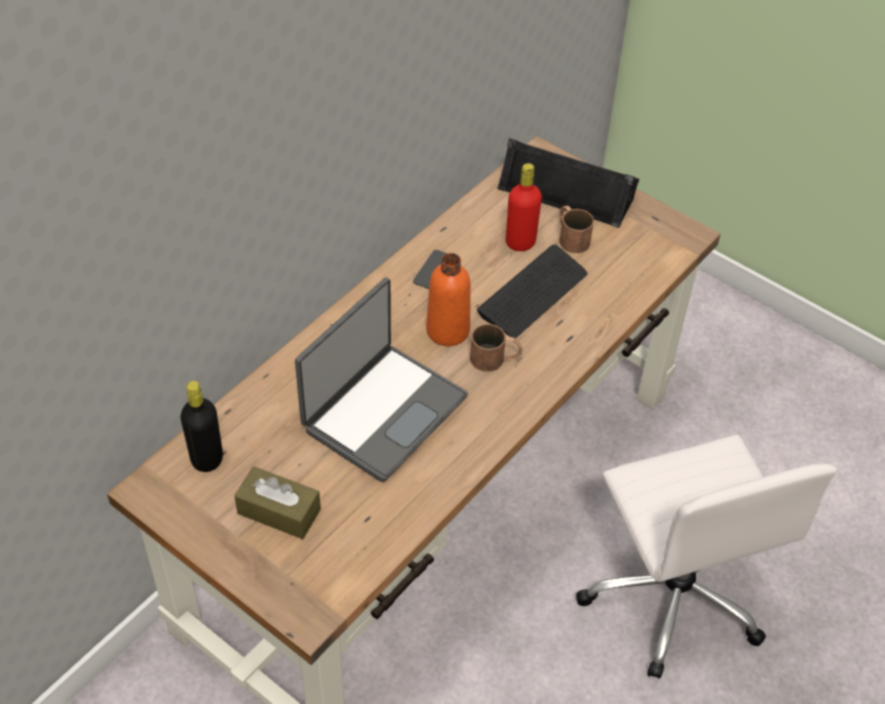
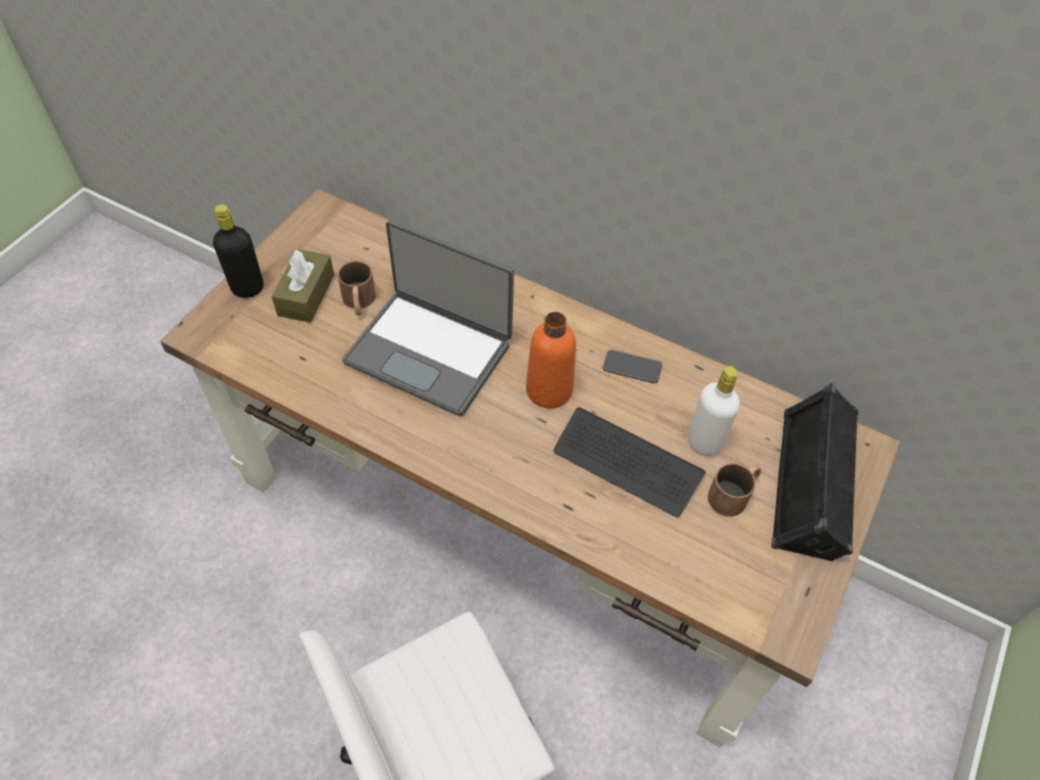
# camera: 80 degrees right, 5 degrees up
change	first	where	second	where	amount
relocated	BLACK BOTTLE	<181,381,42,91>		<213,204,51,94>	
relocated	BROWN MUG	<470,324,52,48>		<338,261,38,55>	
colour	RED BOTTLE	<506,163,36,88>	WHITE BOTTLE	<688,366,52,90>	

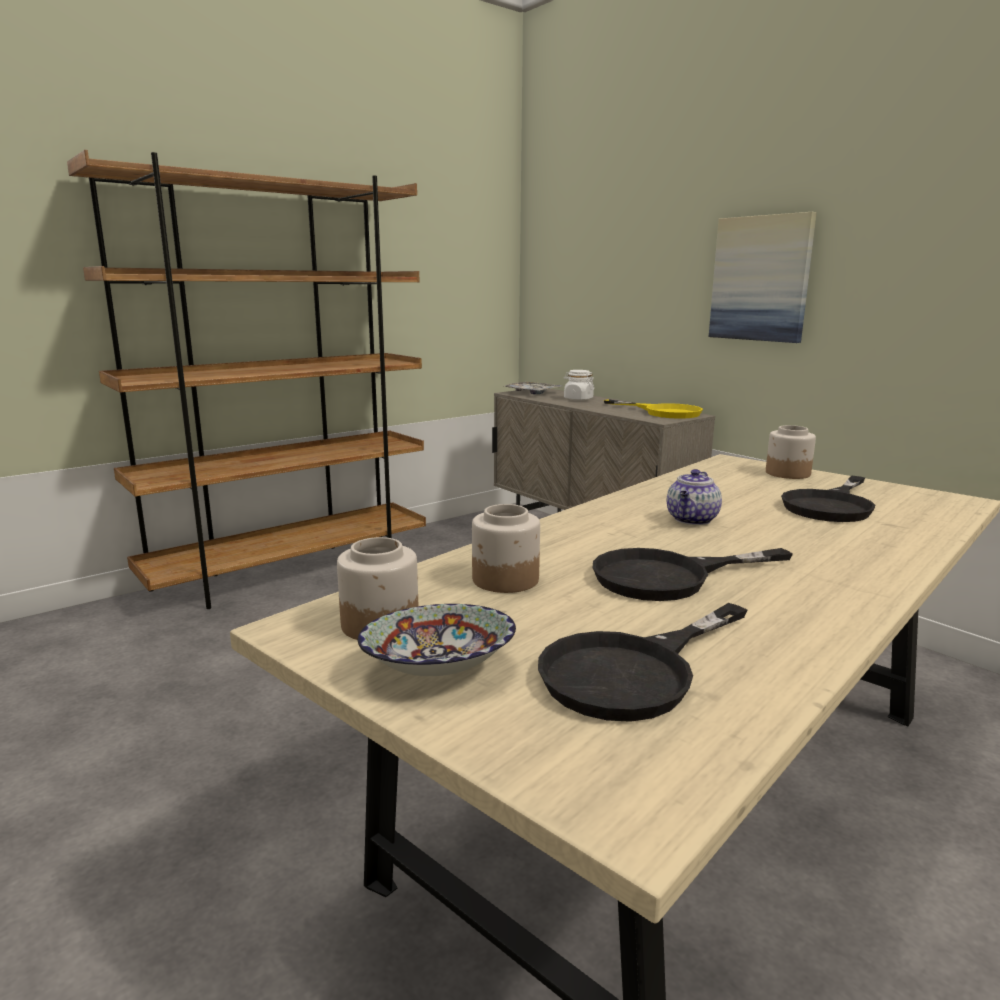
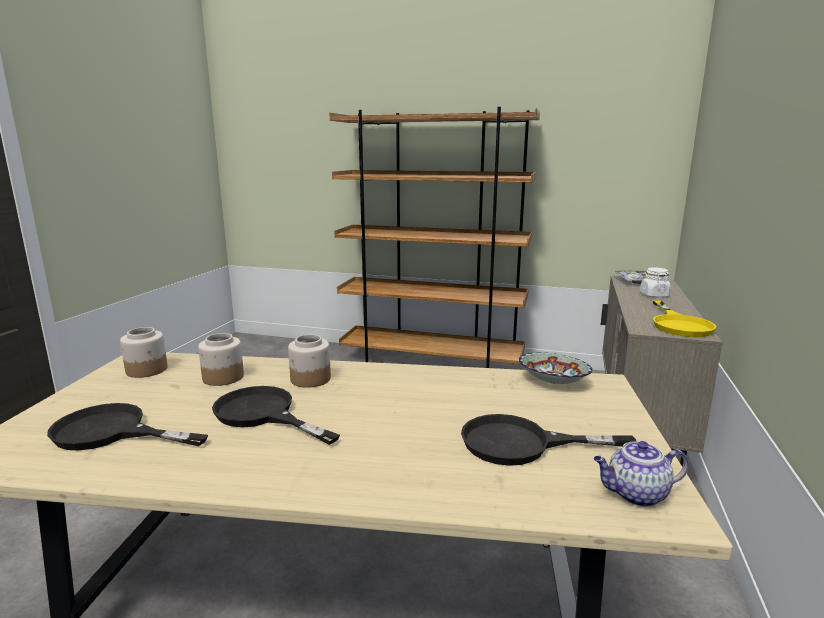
# camera: 55 degrees right, 0 degrees up
change	first	where	second	where	amount
relocated	BOWL	<358,604,158,72>		<519,352,73,32>	
relocated	TEAPOT	<667,469,55,56>		<594,441,95,66>	
missing	PICTURE	<709,212,108,131>			
relocated	JAR	<766,425,50,54>		<288,334,43,54>	

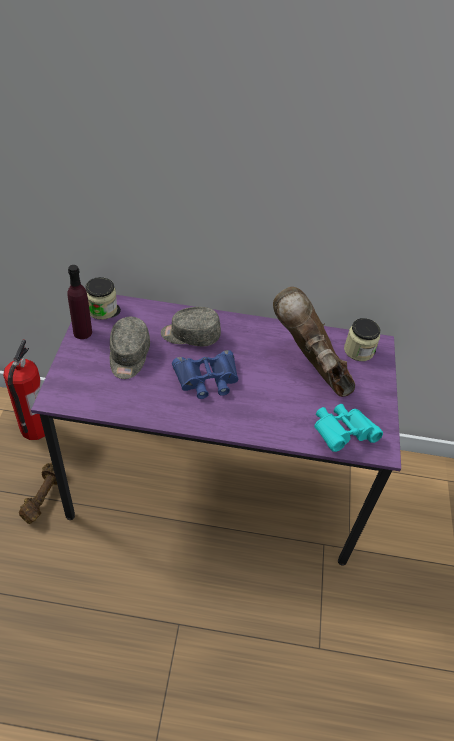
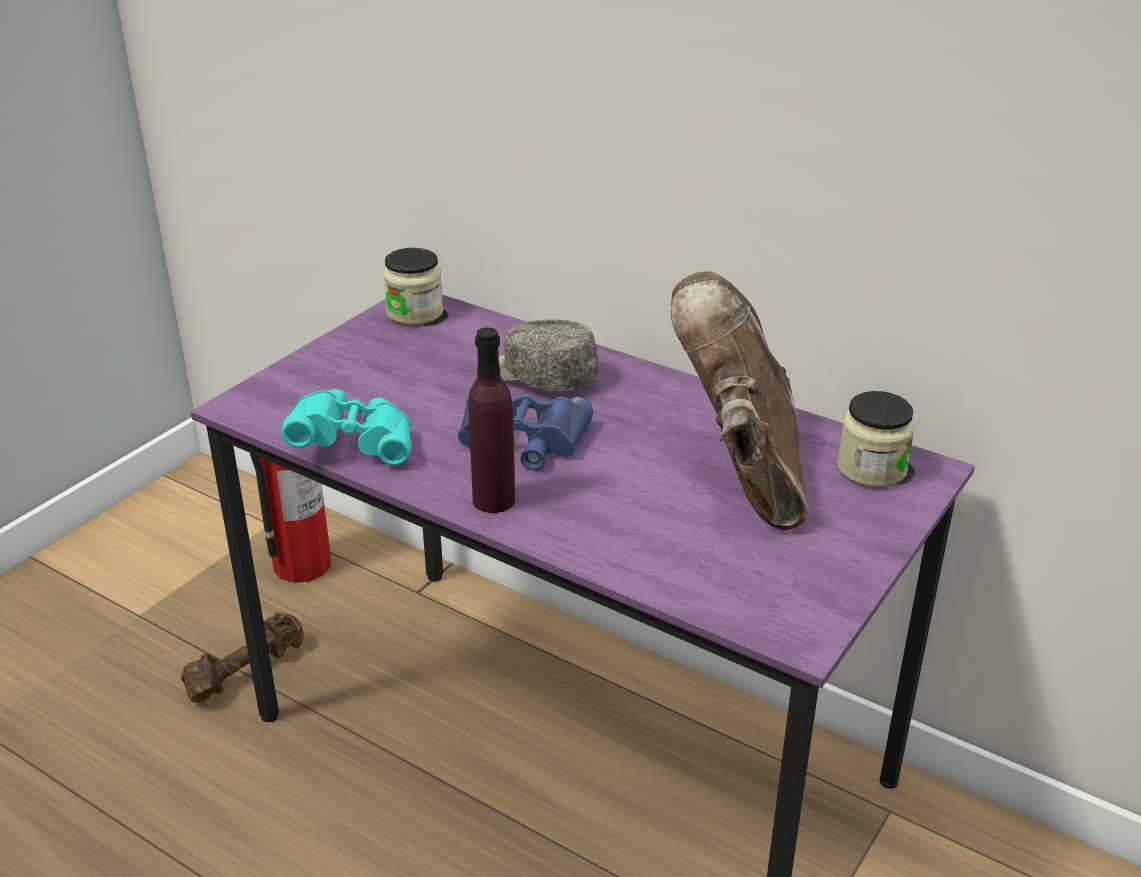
# camera: 30 degrees right, 15 degrees down
change	first	where	second	where	amount
relocated	PURPLE BOTTLE	<68,265,24,74>		<468,327,47,186>	
missing	GREY CAP	<110,317,40,62>			
relocated	TURQUOISE BINOCULARS	<314,404,69,48>		<281,389,131,77>	

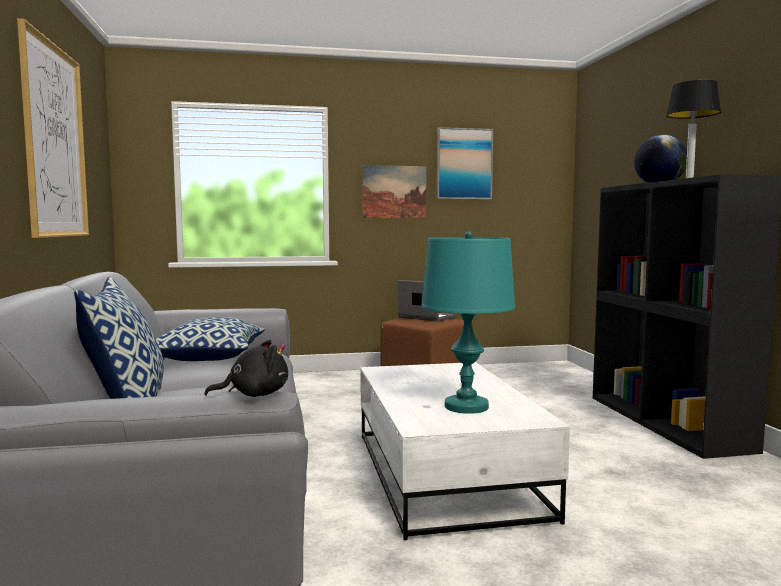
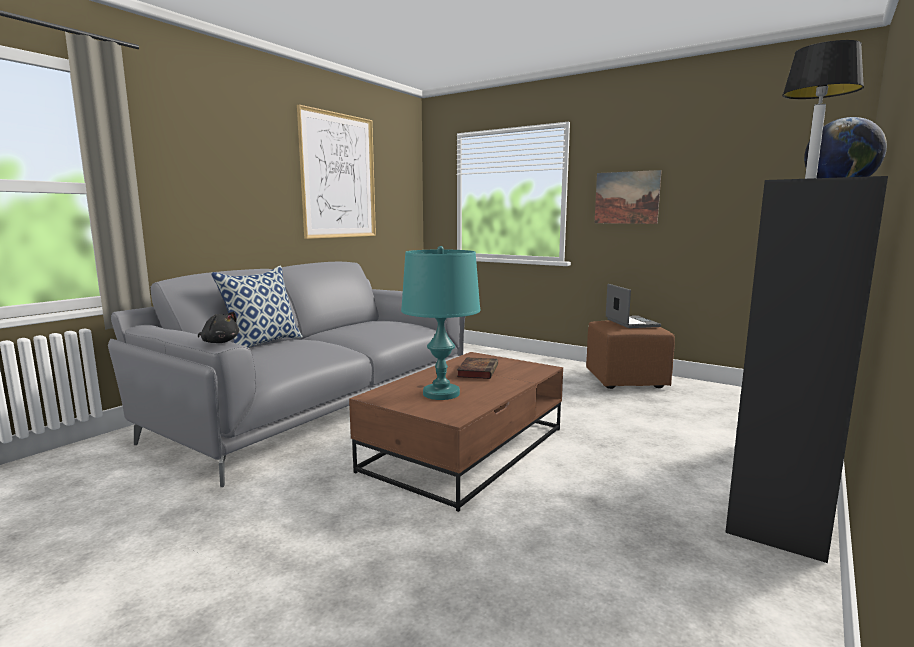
# camera: 45 degrees right, 5 degrees up
change	first	where	second	where	amount
missing	PILLOW	<156,317,109,44>			
colour	WHITE COFFEE TABLE	<360,362,210,178>	BROWN COFFEE TABLE	<349,352,214,160>	
missing	PICTURE	<437,127,56,72>			
appeared			BOOK	<457,358,41,21>	

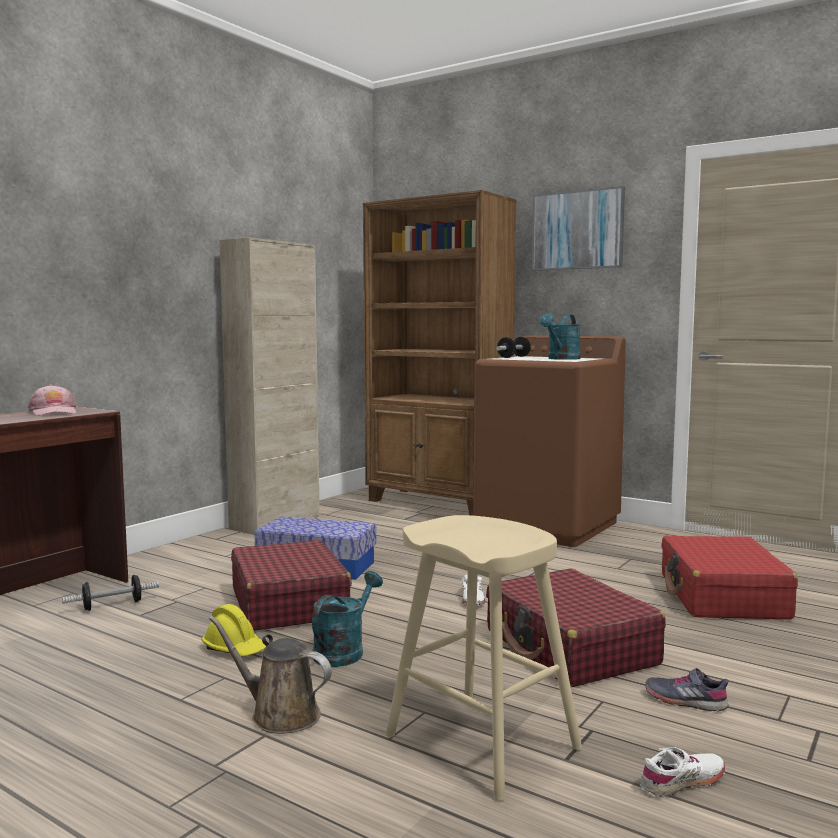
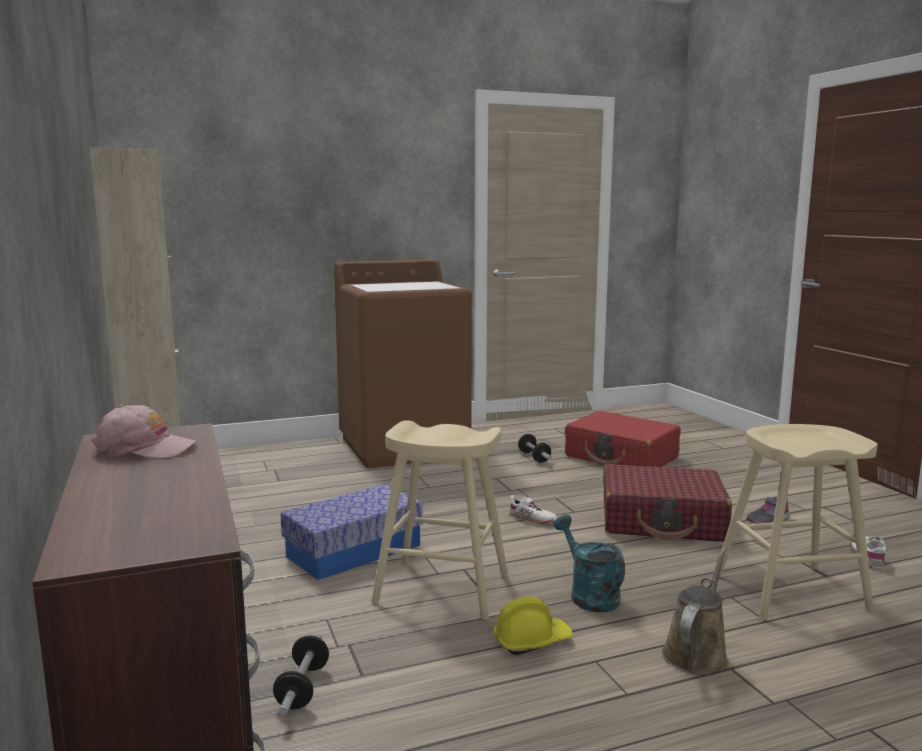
# camera: 55 degrees left, 5 degrees up
change	first	where	second	where	amount
spun	BROWN WATERING CAN	<209,616,123,118>		<662,548,67,127>	150 degrees clockwise
exchanged	RED SUITCASE	<231,540,121,91>	BEIGE STOOL	<371,420,137,200>	
missing	BROWN BOOKCASE	<363,190,154,326>			
relocated	DUMBBELL	<496,337,35,21>		<518,434,34,29>	
missing	PICTURE	<532,186,93,85>			
missing	TURQUOISE WATERING CAN	<540,313,40,47>			

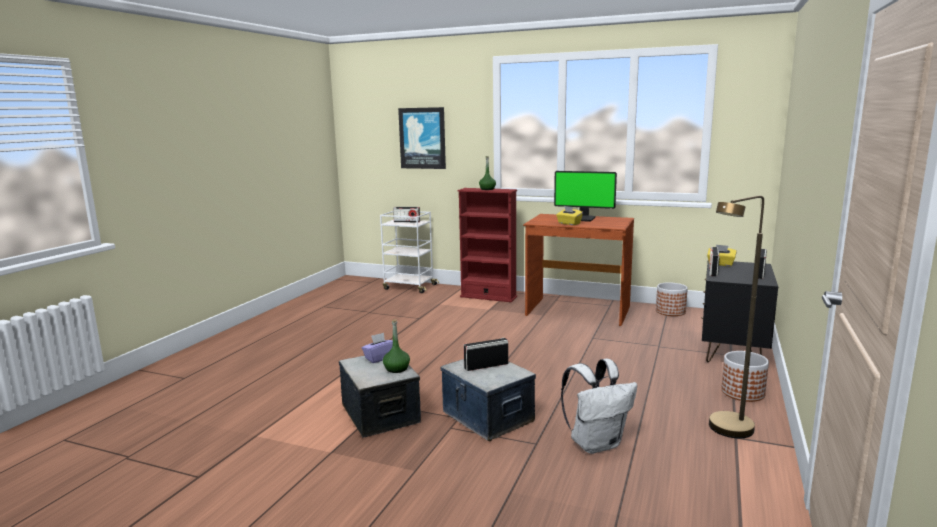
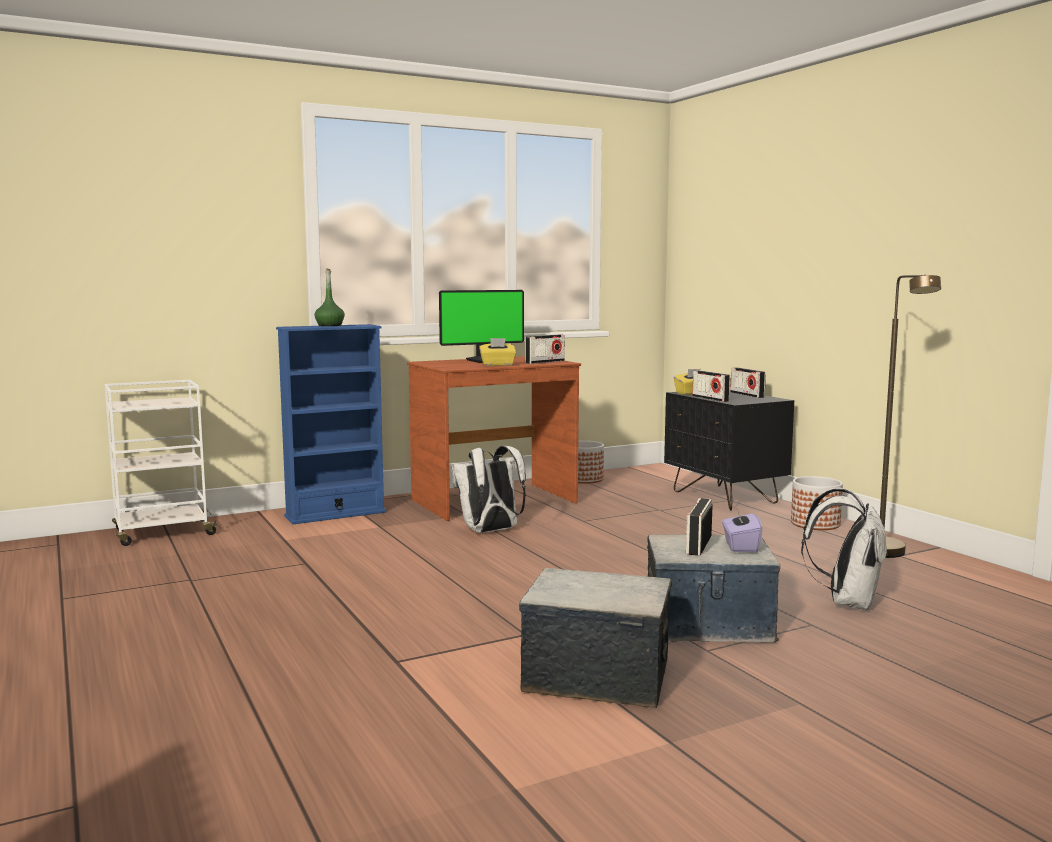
# camera: 50 degrees left, 5 degrees down
change	first	where	second	where	amount
relocated	PURPLE TISSUE BOX	<362,333,31,30>		<722,509,40,43>	
missing	GREEN BOTTLE	<383,319,27,54>			
relocated	RADIO	<393,207,27,15>		<525,335,40,29>	
missing	PICTURE	<398,107,48,62>			
colour	RED BOOKCASE	<457,188,60,114>	BLUE BOOKCASE	<276,324,110,200>	
appeared			WHITE BACKPACK	<451,446,75,87>	

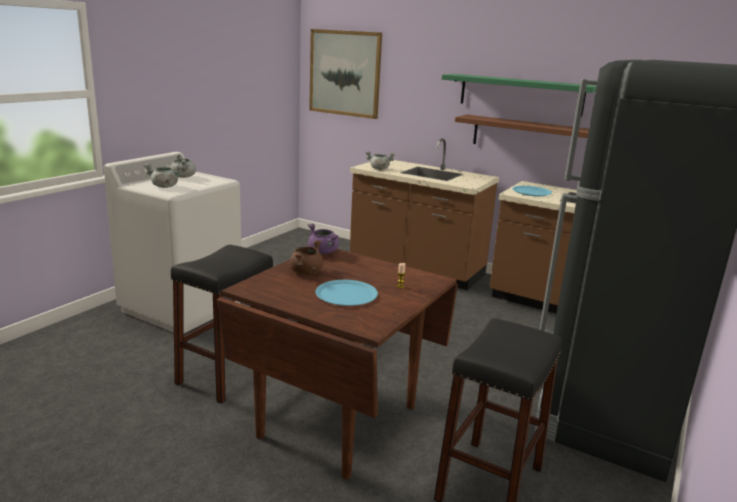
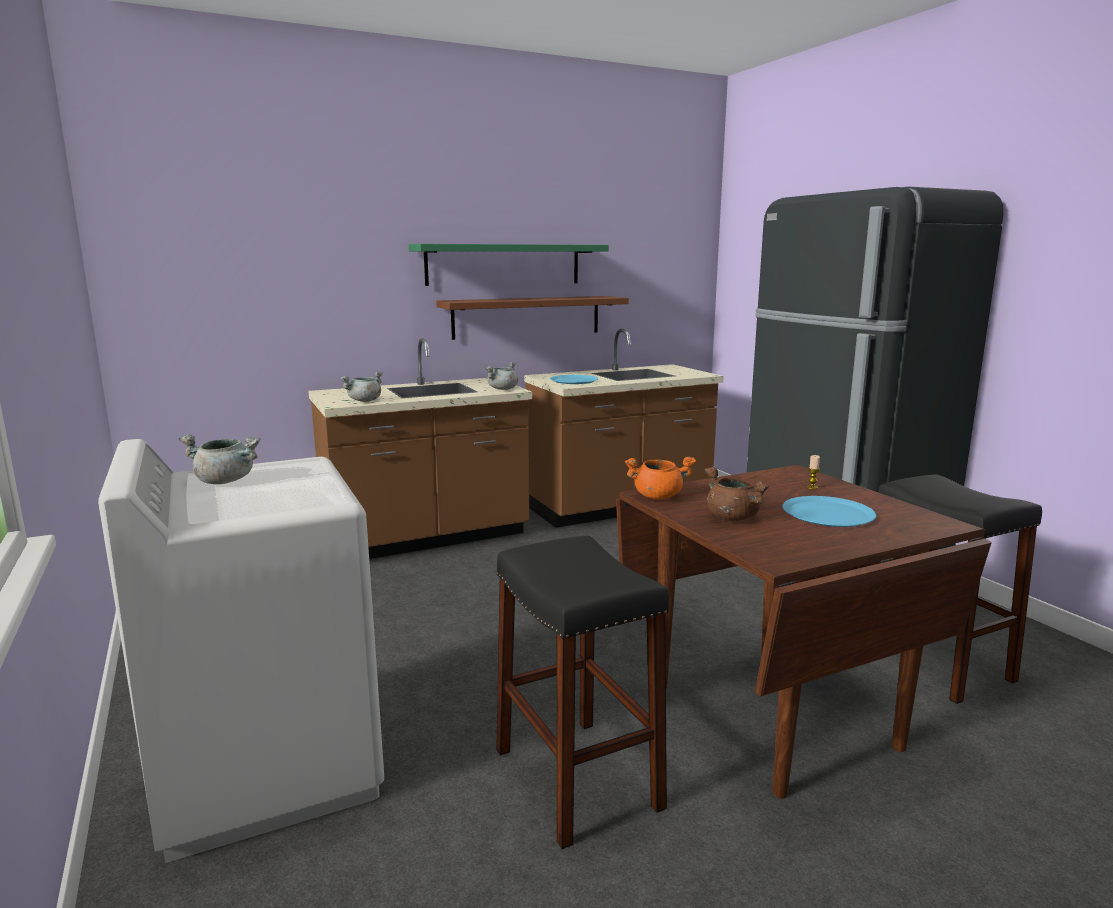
# camera: 55 degrees left, 5 degrees down
change	first	where	second	where	amount
relocated	GREY COOKING POT	<144,164,40,24>		<486,362,32,28>	
colour	PURPLE COOKING POT	<307,223,32,31>	ORANGE COOKING POT	<625,457,71,42>	
missing	PICTURE	<309,29,73,90>			

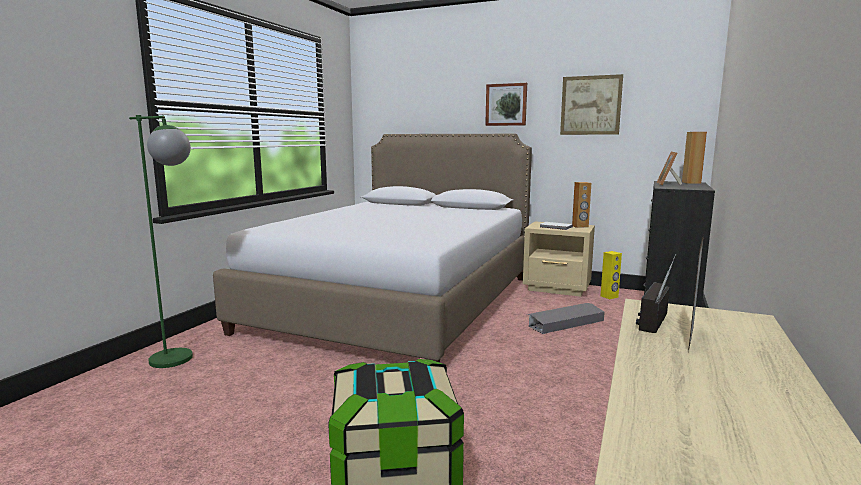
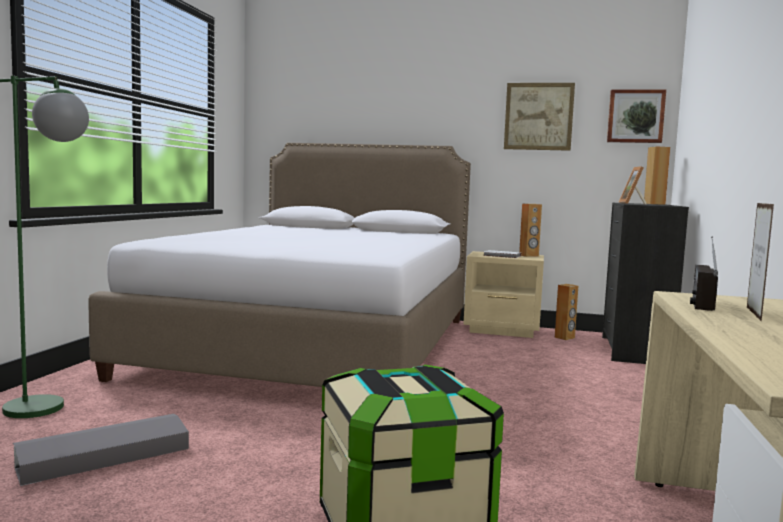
# camera: 10 degrees left, 5 degrees down
change	first	where	second	where	amount
relocated	PICTURE	<485,83,42,43>		<607,90,59,53>	
relocated	GREY STORAGE BOX	<527,303,77,31>		<13,414,176,72>	
colour	YELLOW SPEAKER	<601,251,21,48>	BROWN SPEAKER	<555,284,23,56>	

